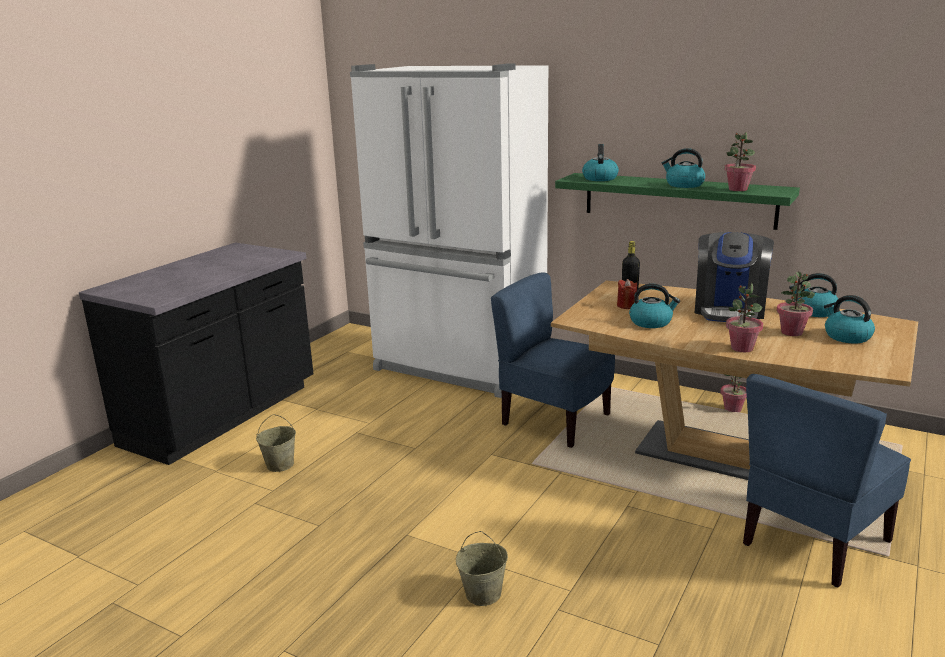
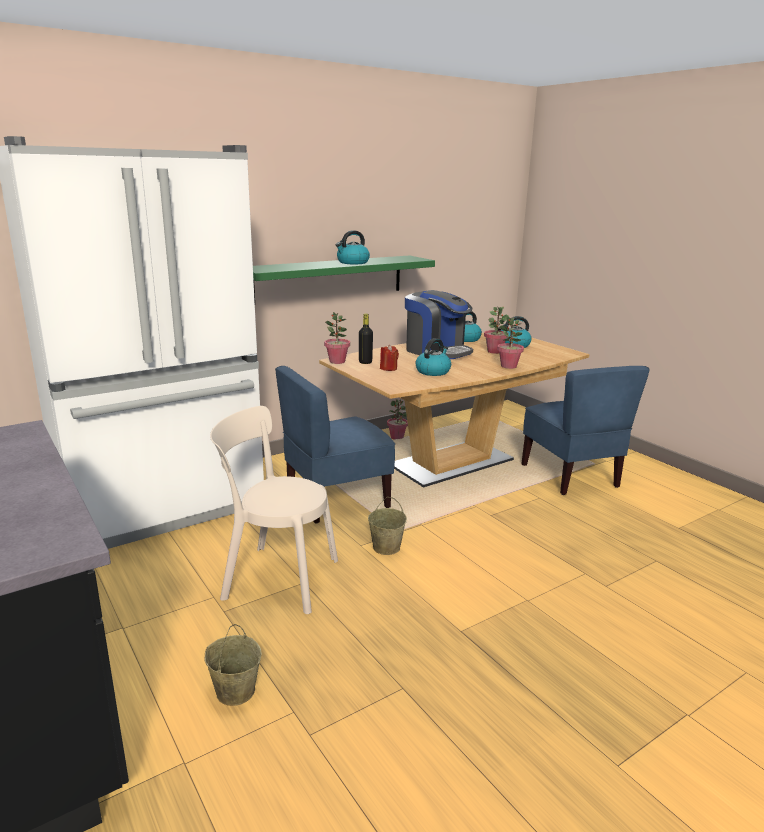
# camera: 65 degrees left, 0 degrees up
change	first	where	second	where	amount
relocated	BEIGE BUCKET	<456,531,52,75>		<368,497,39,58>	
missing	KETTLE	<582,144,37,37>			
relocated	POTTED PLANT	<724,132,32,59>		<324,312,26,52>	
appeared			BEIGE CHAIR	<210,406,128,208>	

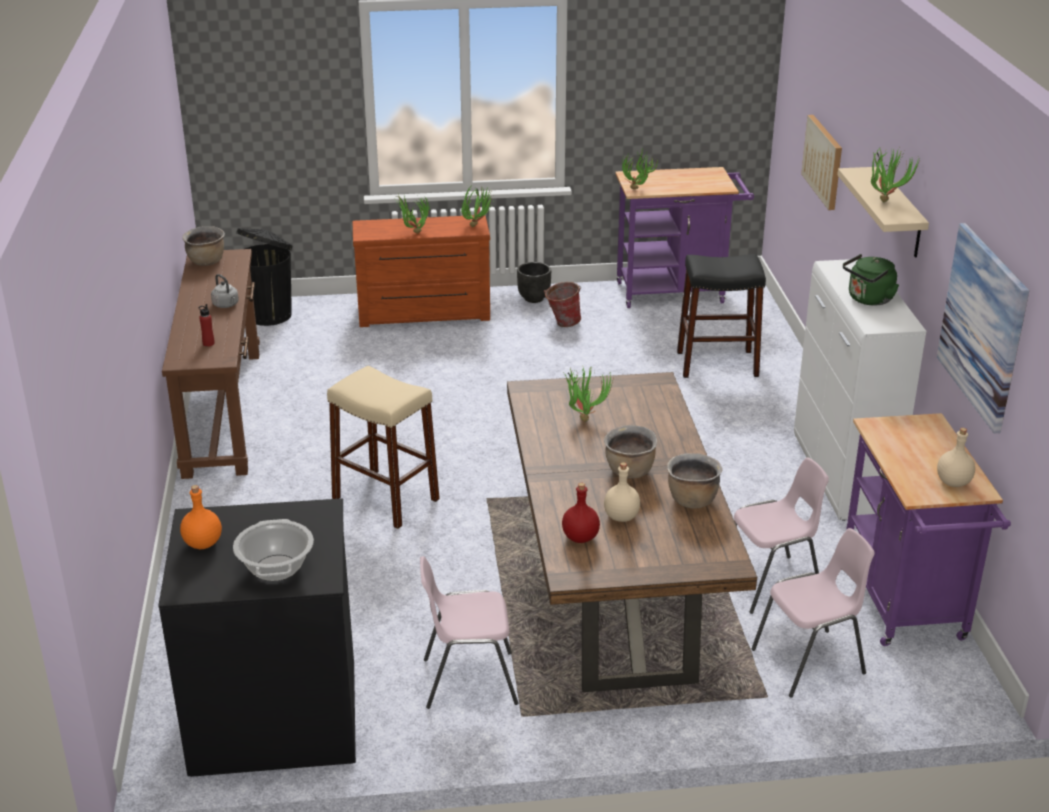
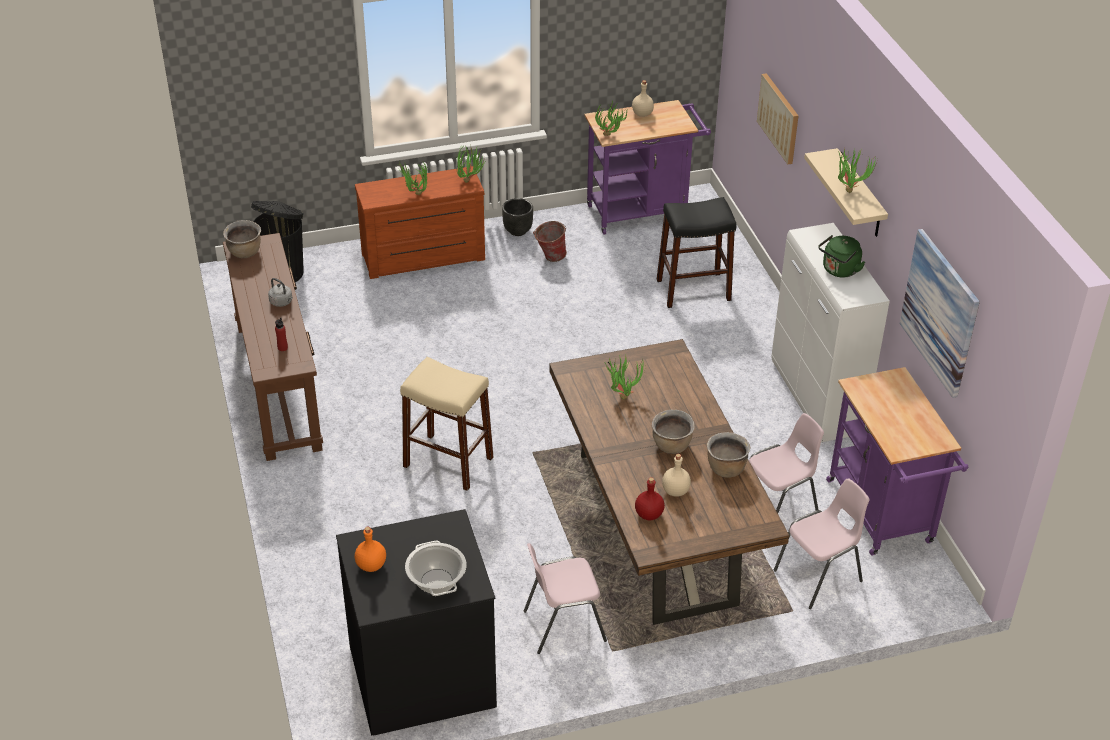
# camera: 10 degrees left, 10 degrees up
change	first	where	second	where	amount
relocated	BEIGE BOTTLE	<937,428,38,59>		<632,80,22,37>	

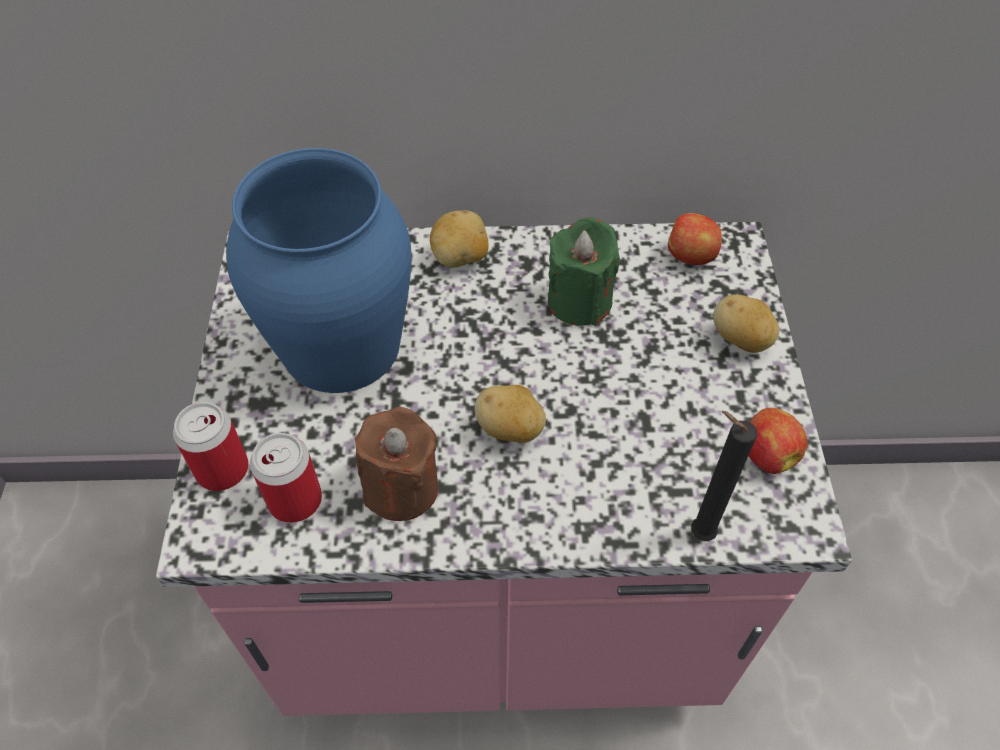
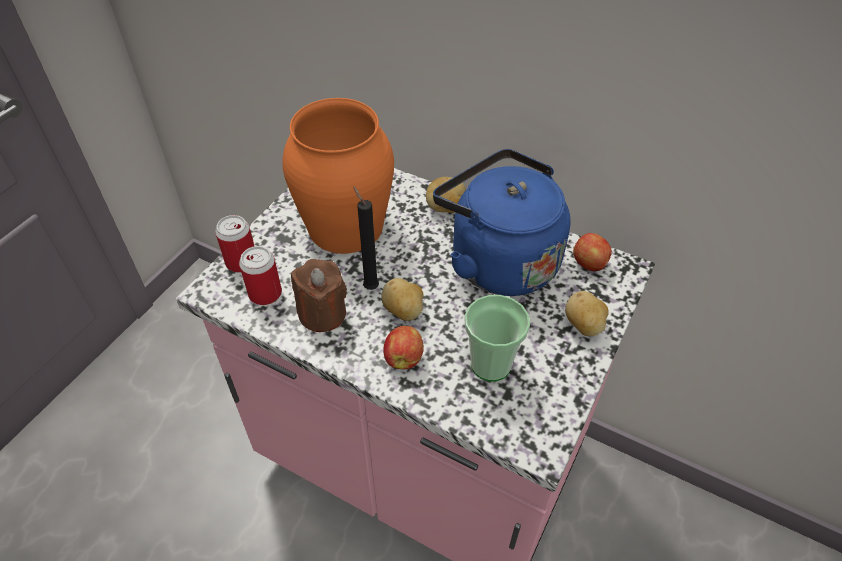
# camera: 30 degrees right, 5 degrees down
change	first	where	second	where	amount
colour	BLUE VASE	<226,148,186,245>	ORANGE VASE	<282,98,112,156>	
exchanged	GREEN CANDLE	<548,217,72,109>	BLUE KETTLE	<433,149,138,147>	
relocated	BLACK CANDLE	<691,411,66,130>		<353,186,26,104>	
relocated	APPLE	<749,408,59,66>		<384,326,40,43>	
appeared			CUP	<465,295,65,86>	

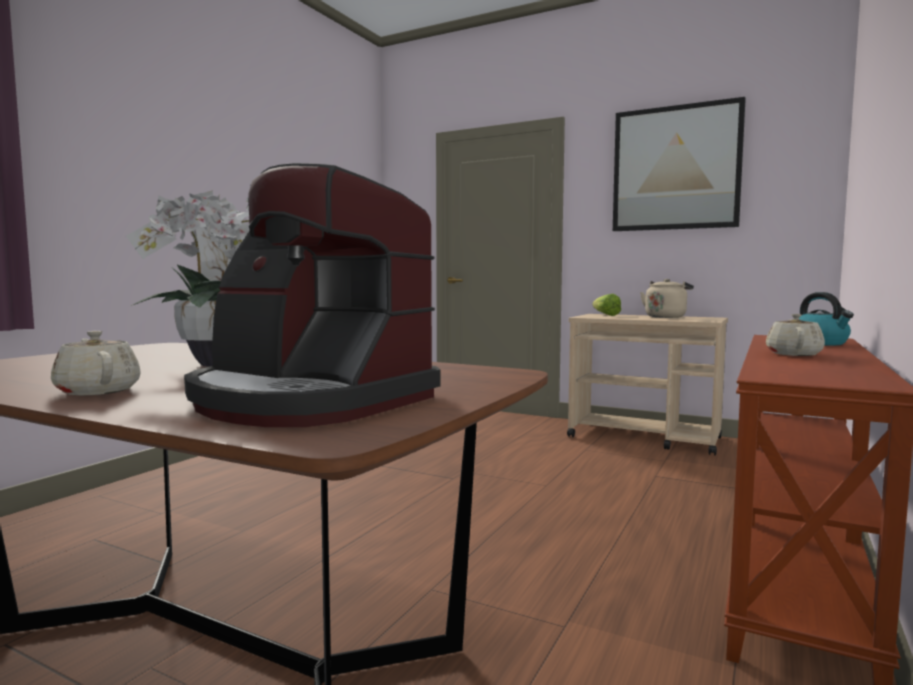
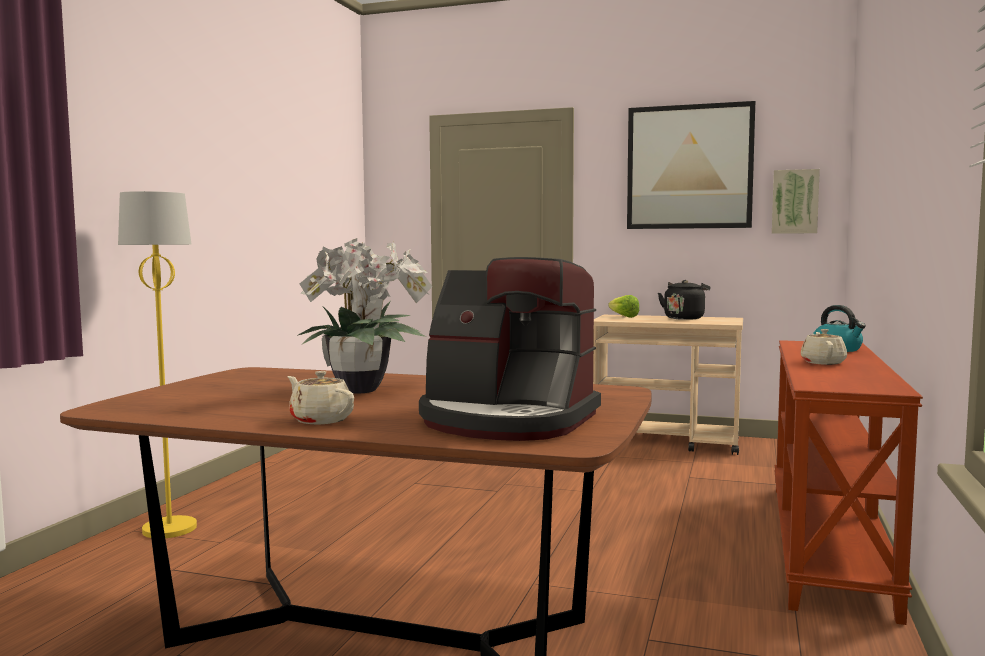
# camera: 10 degrees left, 0 degrees up
change	first	where	second	where	amount
colour	BEIGE KETTLE	<640,279,54,39>	BLACK KETTLE	<658,280,53,40>	
appeared			YELLOW FLOOR LAMP	<118,191,79,347>	
appeared			PICTURE	<772,169,48,65>	

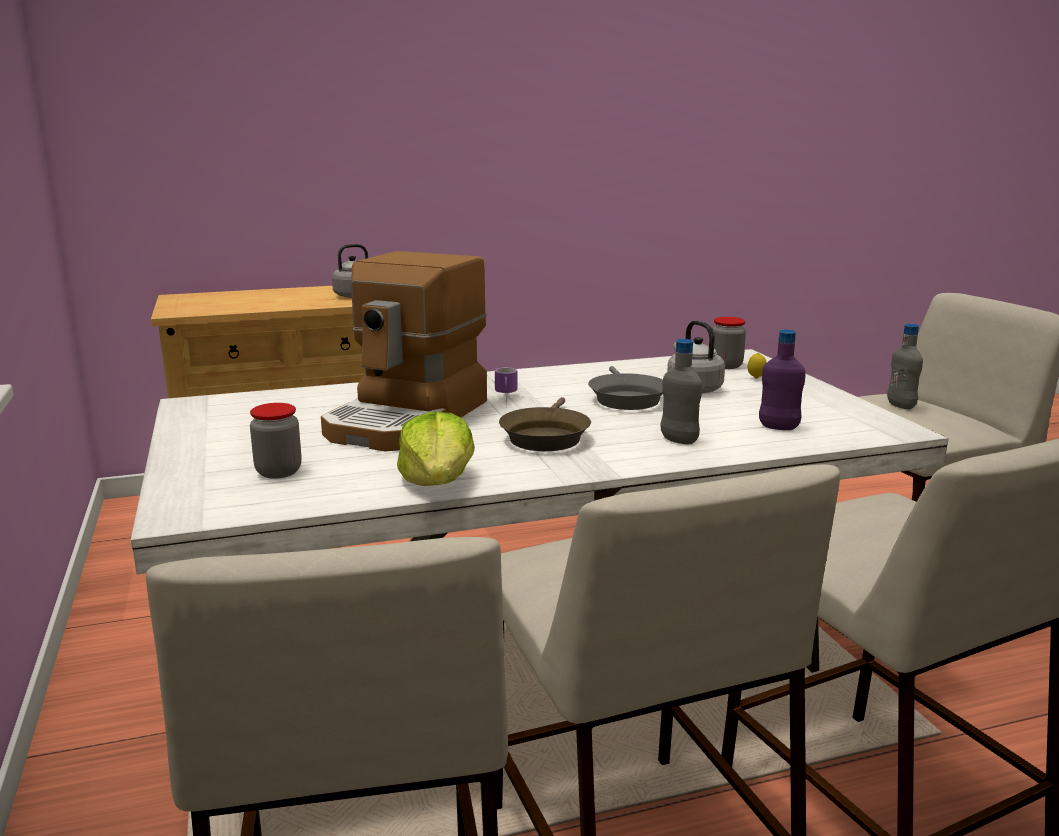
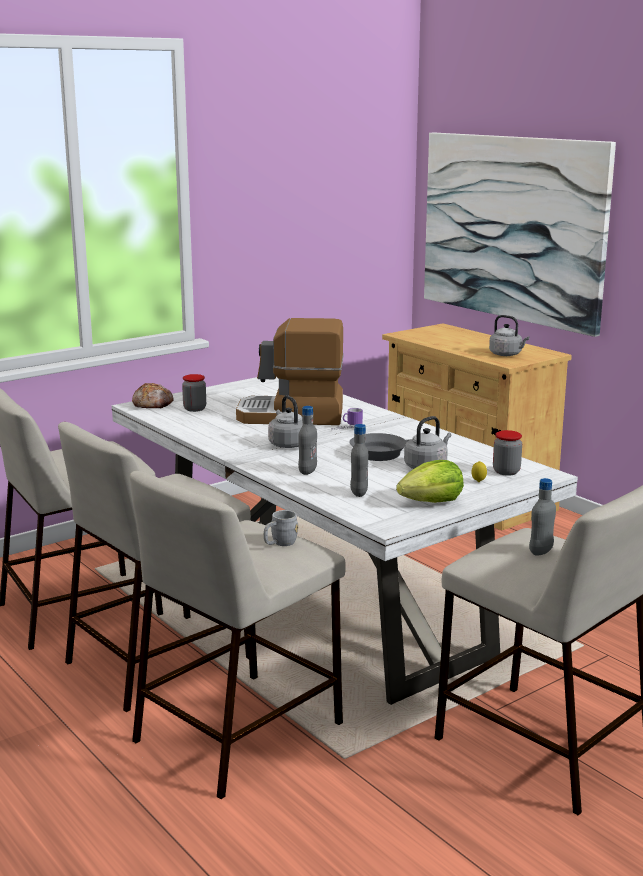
# camera: 70 degrees right, 0 degrees up
change	first	where	second	where	amount
relocated	LETTUCE	<397,411,78,75>		<396,460,68,43>	
exchanged	BROWN FRYING PAN	<499,397,92,54>	GREY KETTLE	<268,395,35,53>	
colour	PURPLE BOTTLE	<759,329,47,101>	GREY BOTTLE	<350,424,18,73>	
appeared			BREAD	<132,383,42,25>	
appeared			GREY MUG	<264,510,34,36>	
appeared			PICTURE	<424,133,192,204>	

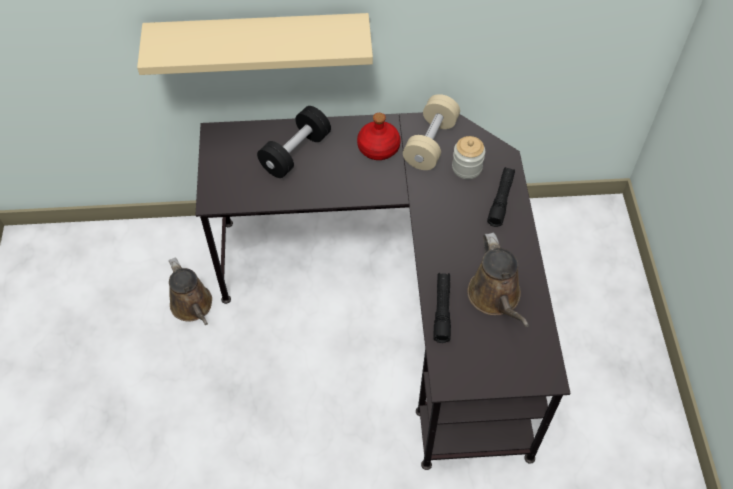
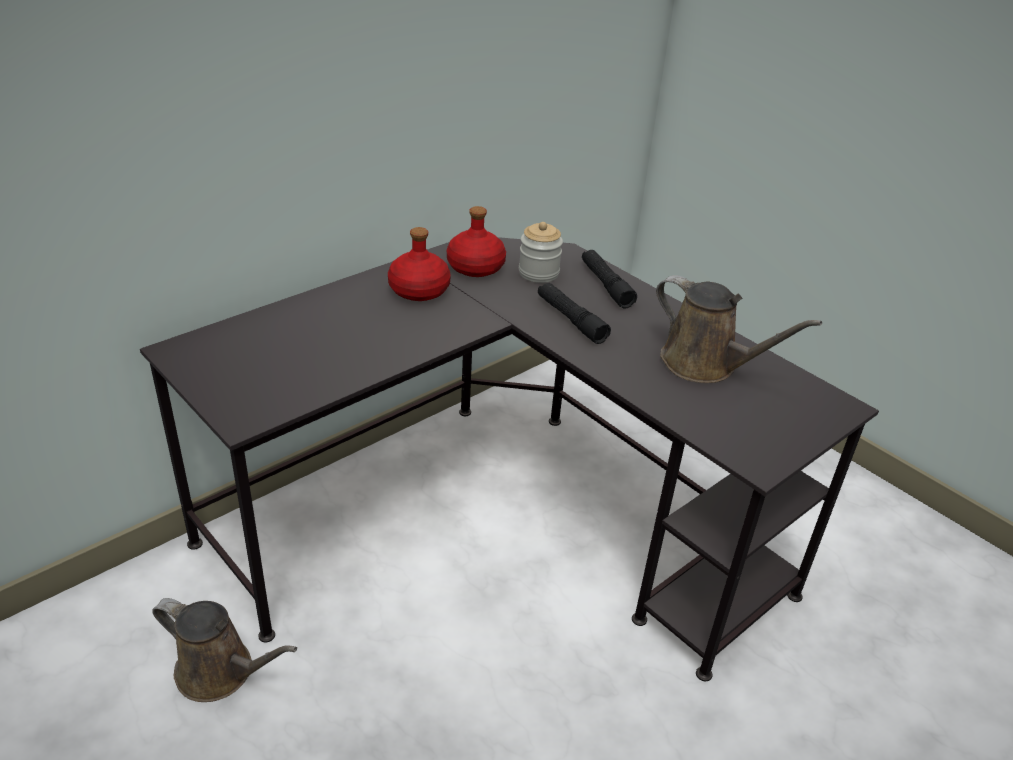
# camera: 40 degrees left, 20 degrees down
change	first	where	second	where	amount
missing	BEIGE SHELF	<137,13,236,62>			
missing	BLACK DUMBBELL	<257,106,74,72>			
exchanged	BEIGE DUMBBELL	<403,94,57,76>	RED BOTTLE	<447,206,59,71>	
relocated	BLACK FLASHLIGHT	<433,272,18,71>		<538,283,73,61>	

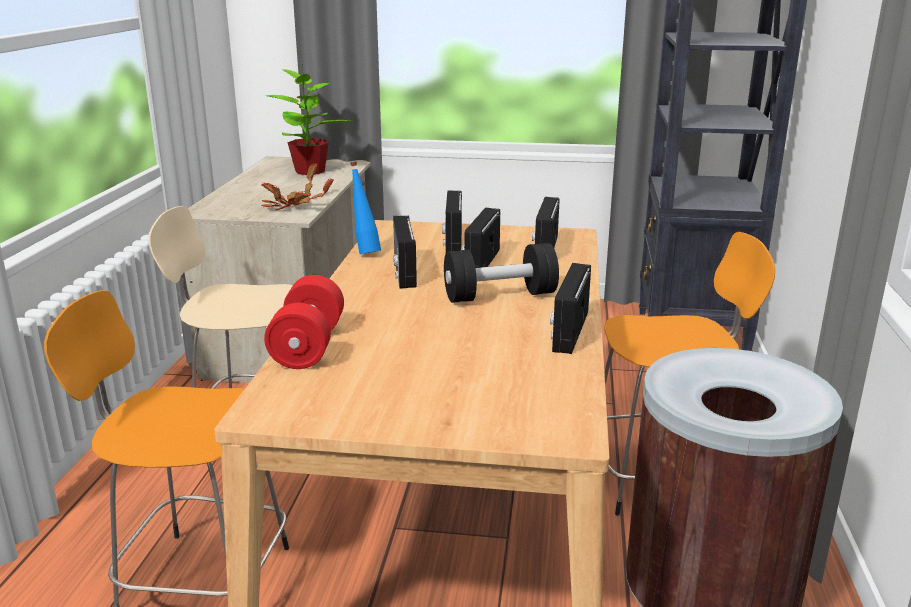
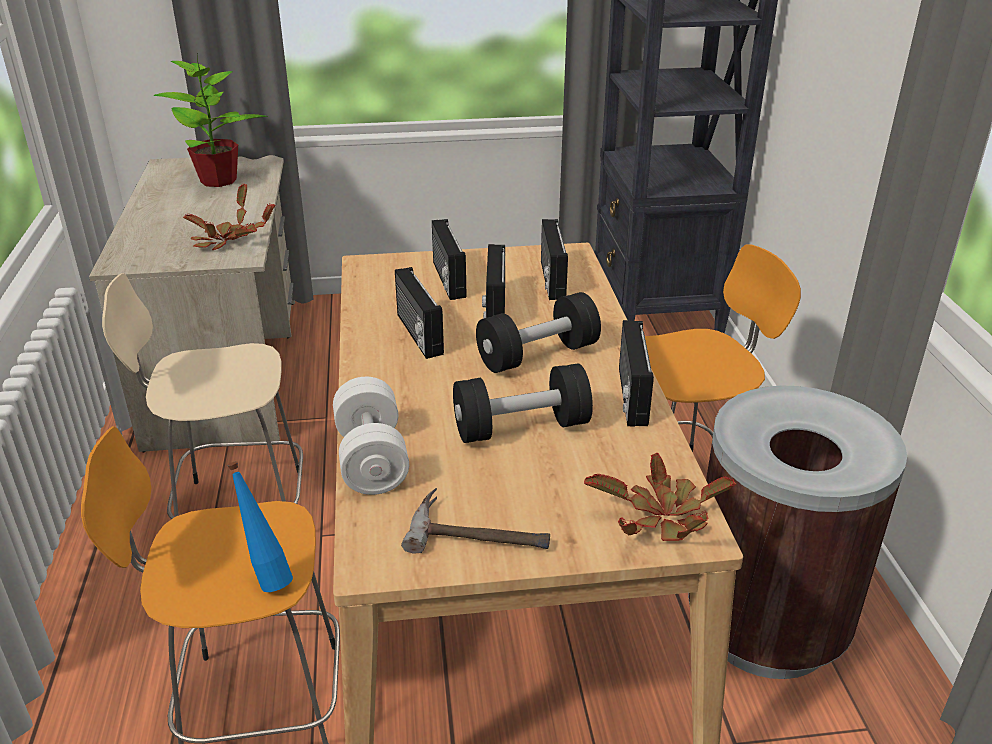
# camera: 15 degrees left, 10 degrees up
change	first	where	second	where	amount
colour	RED DUMBBELL	<264,275,80,94>	WHITE DUMBBELL	<333,377,76,118>	
relocated	BLUE BOTTLE	<350,162,31,92>		<227,461,66,131>	
appeared			HAMMER	<401,488,149,66>	
appeared			BLACK DUMBBELL	<453,363,140,80>	
appeared			POTTED PLANT	<584,453,152,88>	

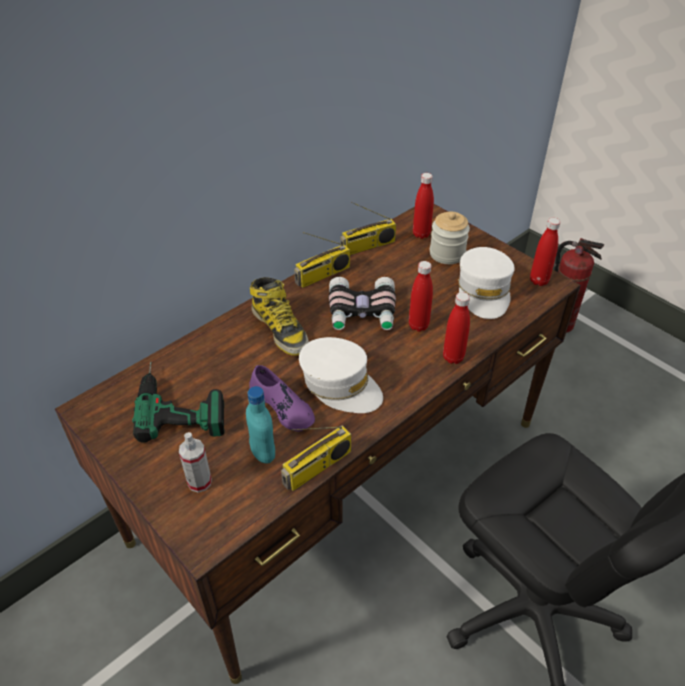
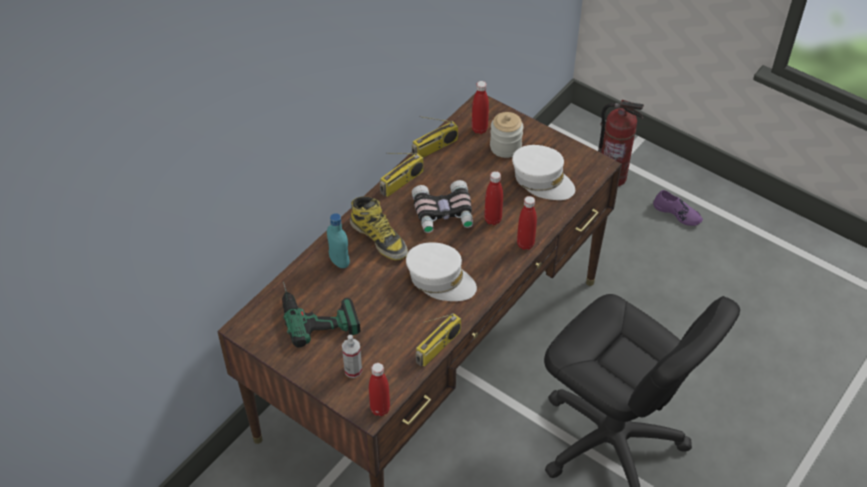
# camera: 10 degrees left, 5 degrees up
change	first	where	second	where	amount
relocated	TURQUOISE BOTTLE	<246,386,29,78>		<327,213,23,55>	
relocated	PURPLE SHOE	<249,365,66,66>		<653,190,50,36>	
spun	WHITE CAP	<458,247,57,72>		<512,145,63,55>	45 degrees counterclockwise
relocated	RED BOTTLE	<530,218,30,68>		<369,363,21,53>	

